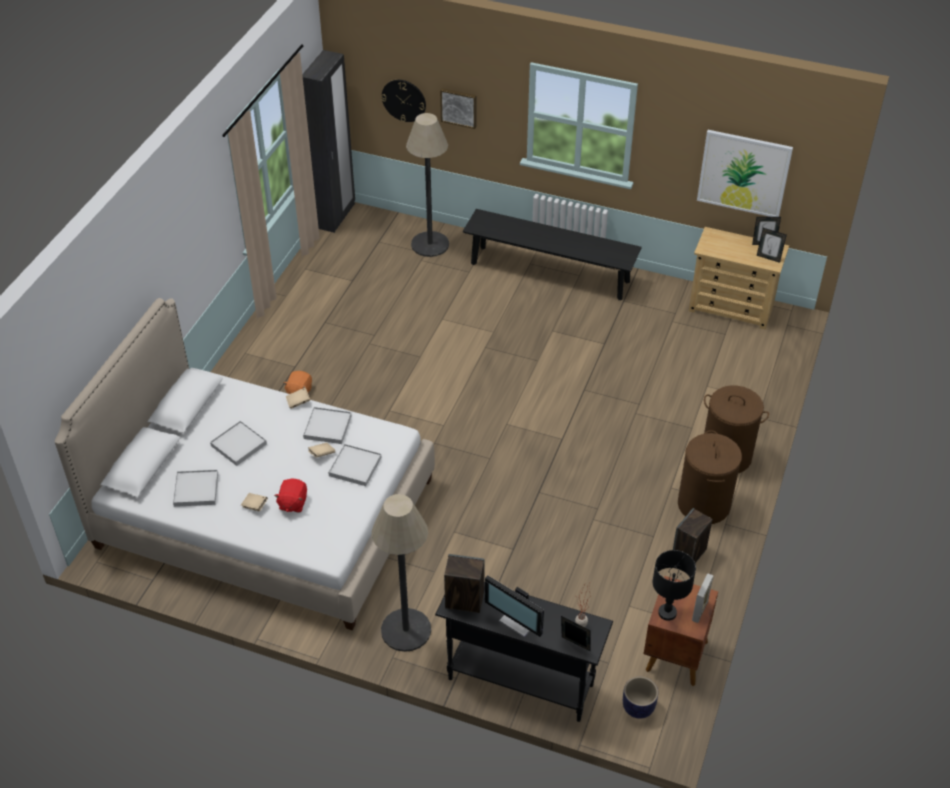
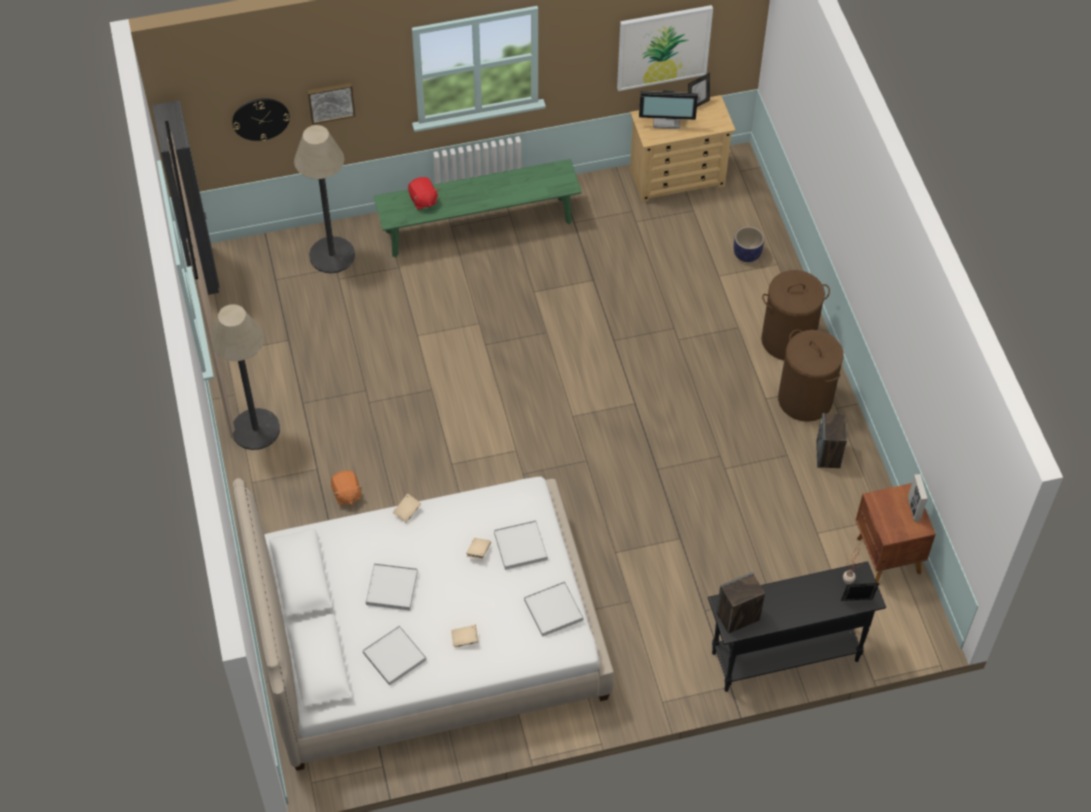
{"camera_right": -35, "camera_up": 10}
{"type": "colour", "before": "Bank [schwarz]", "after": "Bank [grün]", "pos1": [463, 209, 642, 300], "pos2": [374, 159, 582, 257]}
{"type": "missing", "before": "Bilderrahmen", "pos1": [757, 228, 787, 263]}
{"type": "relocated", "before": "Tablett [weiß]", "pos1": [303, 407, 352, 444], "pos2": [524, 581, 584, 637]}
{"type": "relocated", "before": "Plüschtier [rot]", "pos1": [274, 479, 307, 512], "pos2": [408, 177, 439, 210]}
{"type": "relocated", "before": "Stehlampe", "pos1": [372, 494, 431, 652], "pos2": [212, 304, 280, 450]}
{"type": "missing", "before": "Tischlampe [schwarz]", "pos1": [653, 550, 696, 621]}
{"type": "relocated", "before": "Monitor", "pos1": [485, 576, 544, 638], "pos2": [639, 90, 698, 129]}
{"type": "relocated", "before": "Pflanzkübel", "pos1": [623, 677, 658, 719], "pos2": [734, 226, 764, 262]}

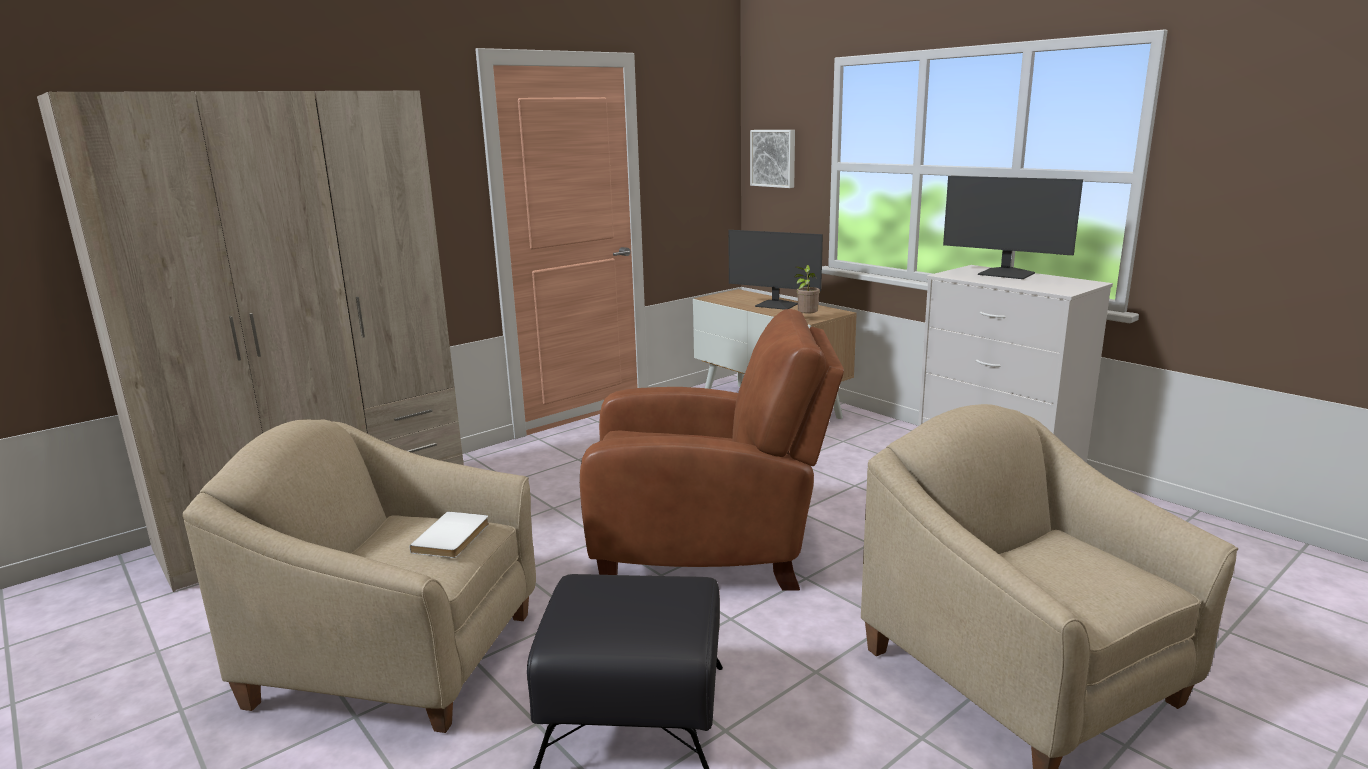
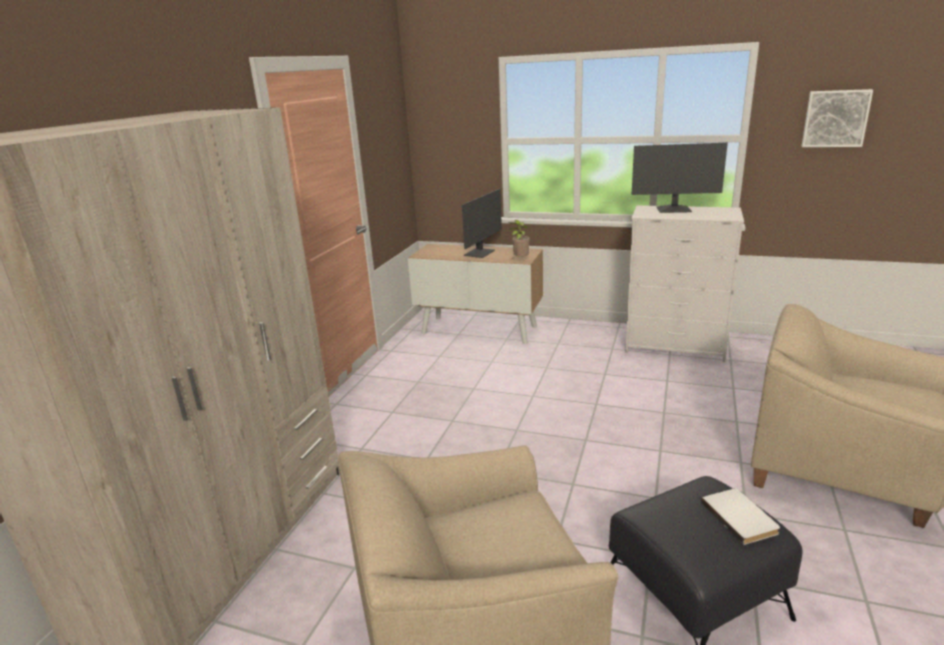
{"camera_right": -30, "camera_up": 5}
{"type": "relocated", "before": "Bild", "pos1": [750, 130, 795, 188], "pos2": [802, 89, 873, 147]}
{"type": "spun", "before": "Monitor", "pos1": [728, 230, 823, 310], "pos2": [462, 189, 502, 258], "turn": -60}
{"type": "missing", "before": "Sessel [braun]", "pos1": [580, 309, 844, 591]}
{"type": "relocated", "before": "Buch [weiß]", "pos1": [410, 512, 489, 558], "pos2": [701, 488, 780, 545]}

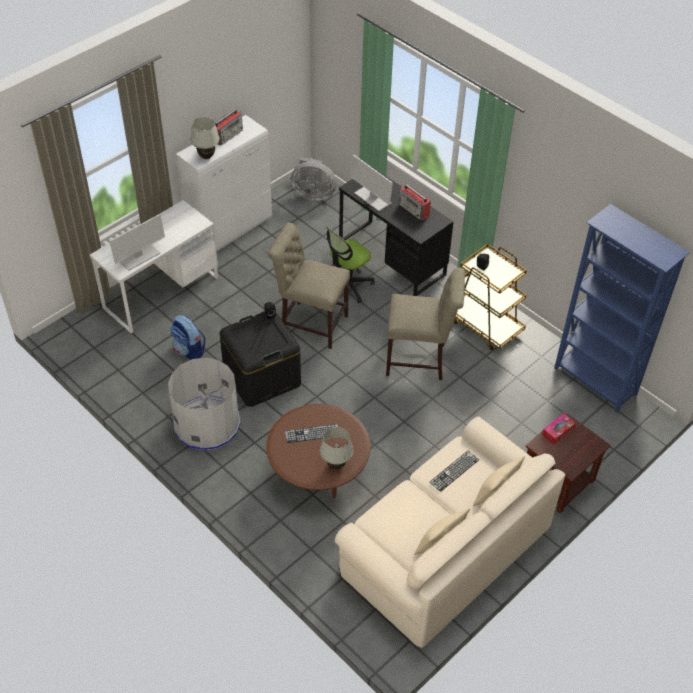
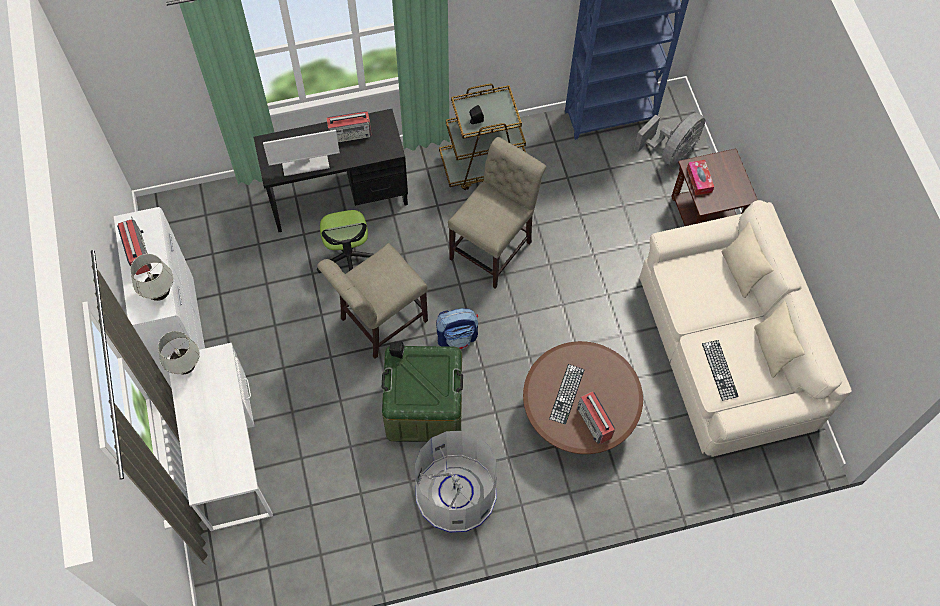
{"camera_right": -60, "camera_up": 15}
{"type": "relocated", "before": "Ventilator [grau]", "pos1": [291, 157, 337, 201], "pos2": [634, 113, 705, 166]}
{"type": "missing", "before": "Monitor", "pos1": [109, 214, 165, 271]}
{"type": "colour", "before": "Aufbewahrungsbox [schwarz]", "after": "Aufbewahrungsbox [grün]", "pos1": [220, 312, 301, 407], "pos2": [382, 346, 463, 442]}
{"type": "relocated", "before": "Rucksack", "pos1": [170, 315, 206, 360], "pos2": [436, 308, 478, 350]}
{"type": "relocated", "before": "Tischlampe [weiß]", "pos1": [320, 427, 353, 469], "pos2": [158, 331, 200, 374]}
{"type": "relocated", "before": "Tastatur", "pos1": [429, 451, 479, 492], "pos2": [702, 340, 739, 401]}
{"type": "appeared", "after": "Radio", "pos2": [577, 391, 615, 444]}

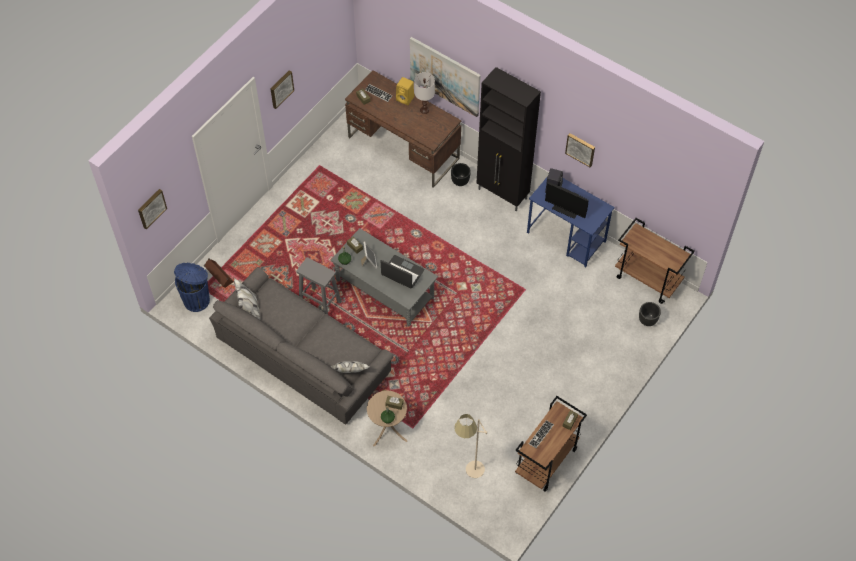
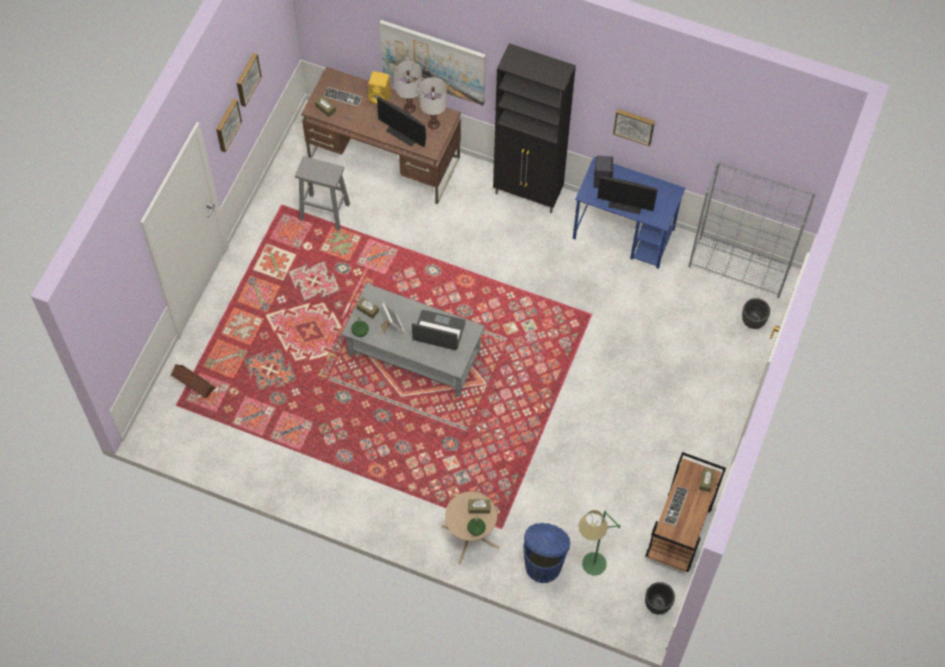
{"camera_right": -15, "camera_up": 5}
{"type": "relocated", "before": "Pflanzkübel [schwarz]", "pos1": [451, 163, 471, 186], "pos2": [645, 582, 675, 615]}
{"type": "relocated", "before": "Bild", "pos1": [138, 189, 167, 229], "pos2": [237, 53, 262, 107]}
{"type": "exchanged", "before": "Rollwagen [braun]", "after": "Bücherregal [grau]", "pos1": [615, 218, 695, 304], "pos2": [688, 161, 816, 298]}
{"type": "relocated", "before": "Hocker [grau]", "pos1": [296, 257, 342, 315], "pos2": [295, 156, 350, 231]}
{"type": "relocated", "before": "Mülleimer [blau]", "pos1": [174, 263, 210, 312], "pos2": [523, 523, 570, 583]}
{"type": "missing", "before": "Sofa [grau]", "pos1": [209, 267, 393, 424]}
{"type": "colour", "before": "Stehlampe [beige]", "after": "Stehlampe [grün]", "pos1": [454, 414, 487, 478], "pos2": [578, 510, 621, 575]}
{"type": "appeared", "after": "Tischlampe [weiß]", "pos2": [419, 77, 447, 129]}
{"type": "appeared", "after": "Monitor", "pos2": [377, 97, 426, 147]}

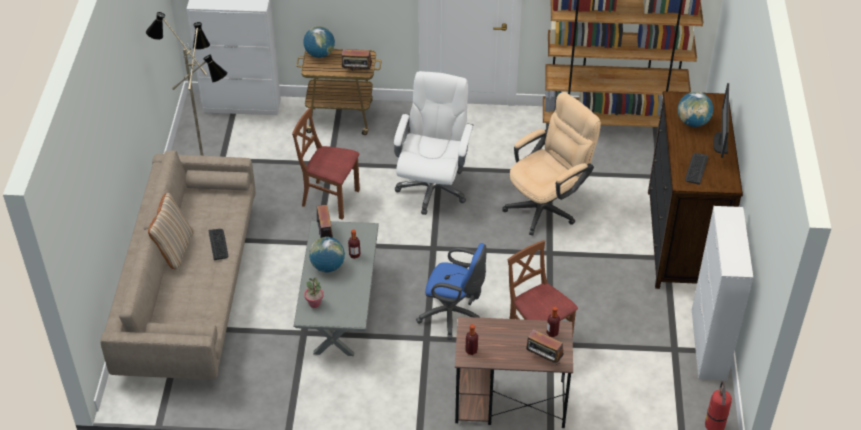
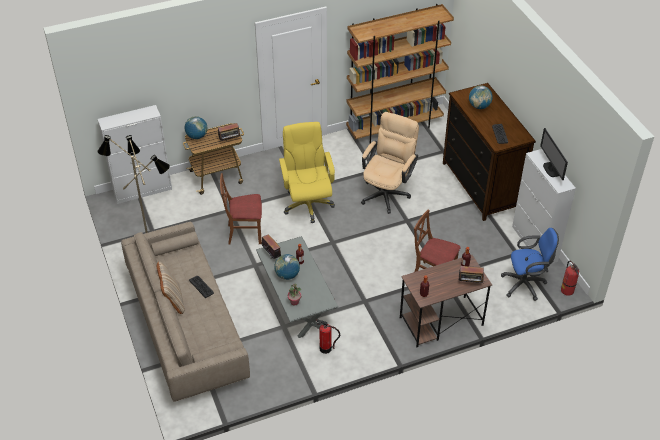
{"camera_right": -25, "camera_up": 0}
{"type": "colour", "before": "Bürostuhl [weiß]", "after": "Bürostuhl [gelb]", "pos1": [394, 71, 474, 215], "pos2": [279, 122, 335, 223]}
{"type": "relocated", "before": "Monitor", "pos1": [713, 83, 729, 158], "pos2": [540, 128, 568, 180]}
{"type": "relocated", "before": "Bürostuhl [blau]", "pos1": [416, 243, 487, 340], "pos2": [501, 228, 559, 301]}
{"type": "appeared", "after": "Feuerlöscher", "pos2": [316, 319, 340, 354]}

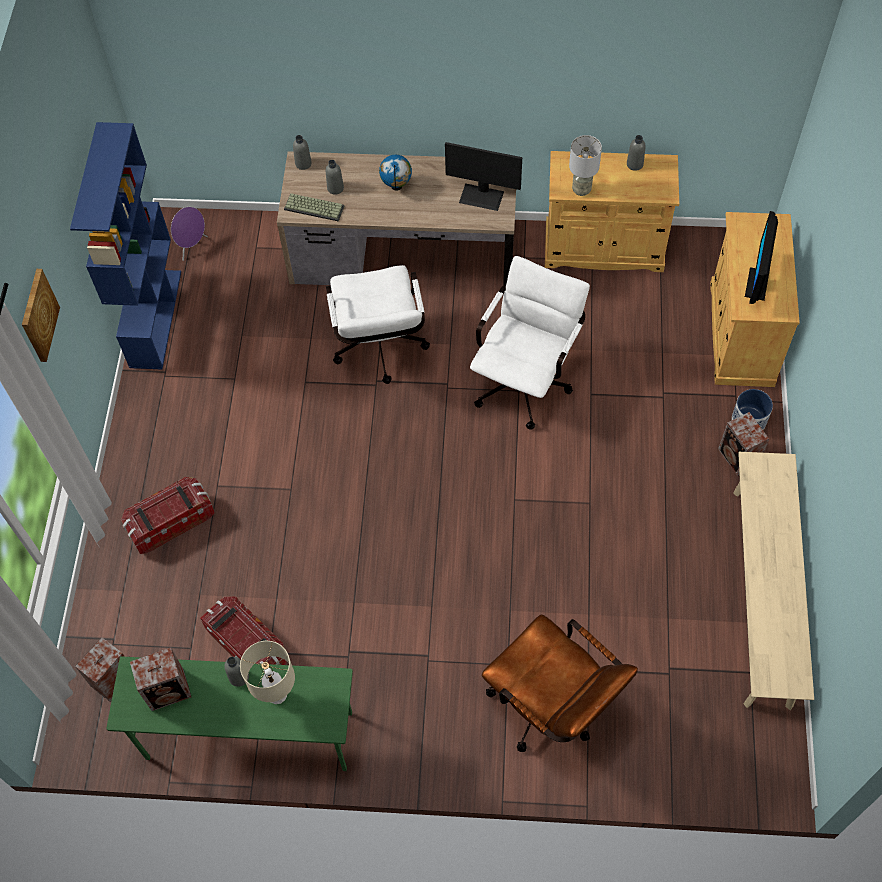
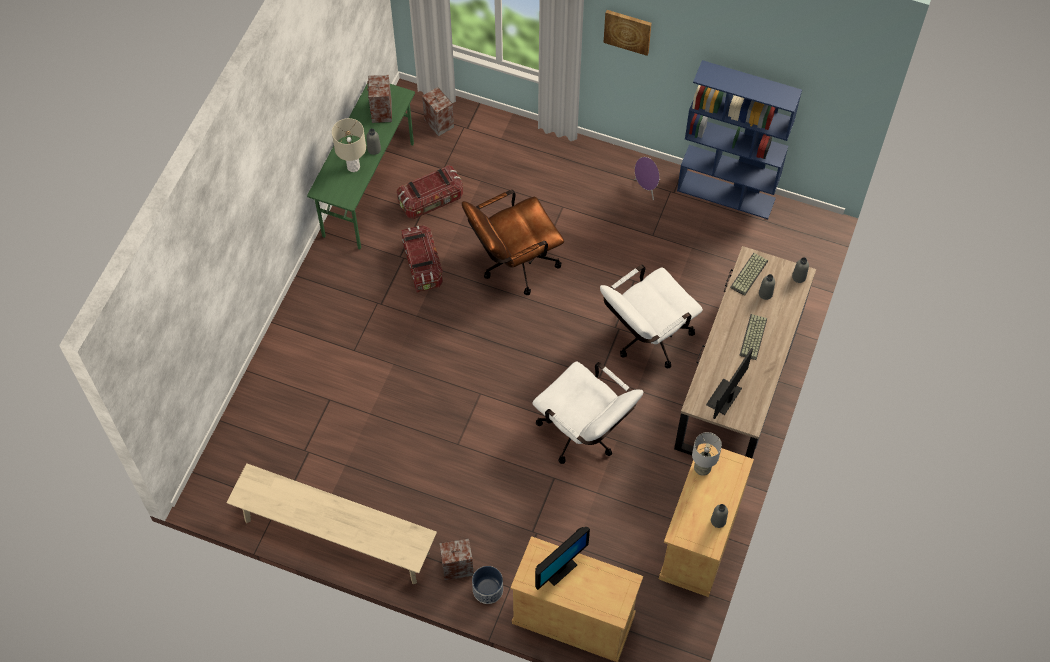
{"camera_right": 105, "camera_up": 0}
{"type": "exchanged", "before": "Globus", "after": "Tastatur", "pos1": [379, 155, 412, 191], "pos2": [739, 314, 767, 360]}
{"type": "relocated", "before": "Lautsprecher [lila]", "pos1": [171, 207, 208, 261], "pos2": [634, 157, 660, 200]}
{"type": "spun", "before": "Monitor", "pos1": [745, 211, 778, 304], "pos2": [535, 526, 590, 590], "turn": 105}
{"type": "spun", "before": "Bürostuhl [weiß]", "pos1": [326, 265, 430, 384], "pos2": [600, 265, 703, 368], "turn": -45}
{"type": "relocated", "before": "Aufbewahrungsbox", "pos1": [121, 477, 215, 554], "pos2": [401, 225, 443, 292]}
{"type": "relocated", "before": "Bürostuhl [braun]", "pos1": [482, 615, 638, 752], "pos2": [462, 190, 564, 295]}

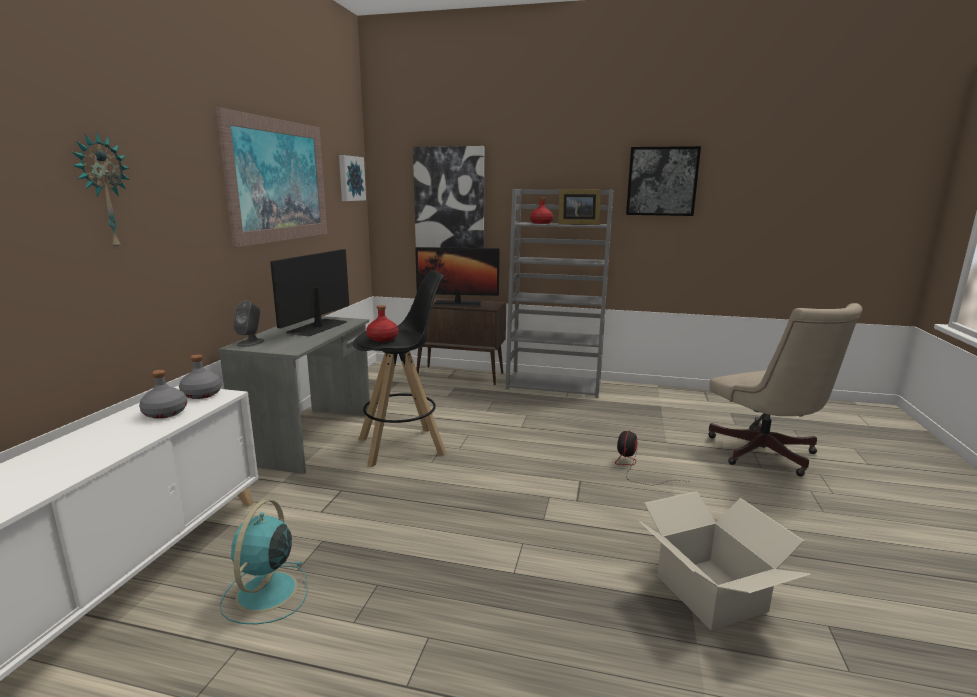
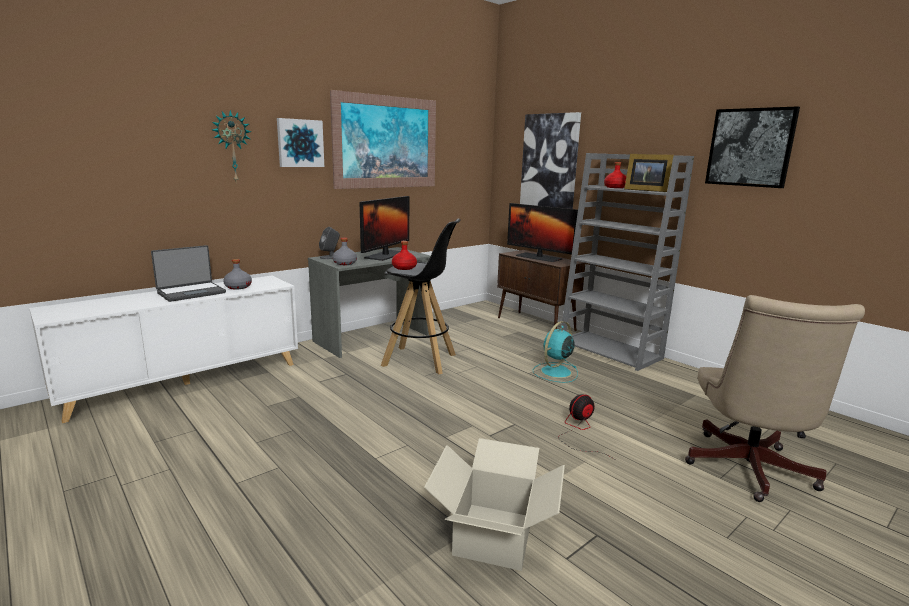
{"camera_right": 35, "camera_up": 0}
{"type": "relocated", "before": "Bild", "pos1": [339, 155, 366, 201], "pos2": [277, 118, 324, 167]}
{"type": "spun", "before": "Monitor", "pos1": [270, 249, 349, 336], "pos2": [360, 196, 409, 261], "turn": 150}
{"type": "relocated", "before": "Flasche [grau]", "pos1": [179, 354, 222, 399], "pos2": [332, 238, 357, 265]}
{"type": "relocated", "before": "Ventilator [türkis]", "pos1": [219, 500, 308, 624], "pos2": [533, 321, 578, 383]}
{"type": "appeared", "after": "Laptop", "pos2": [151, 245, 226, 302]}

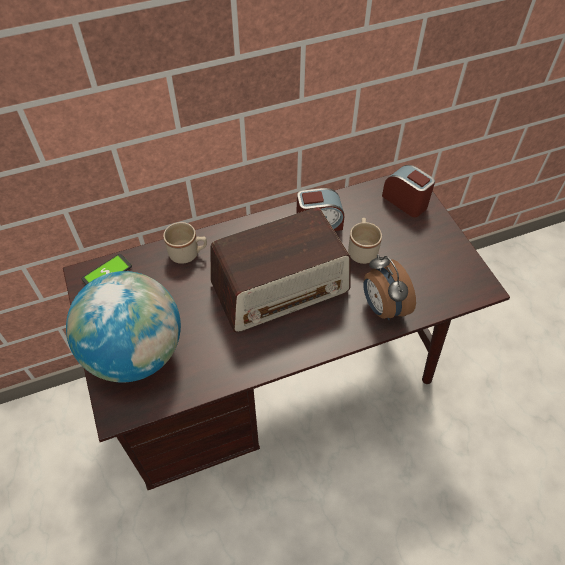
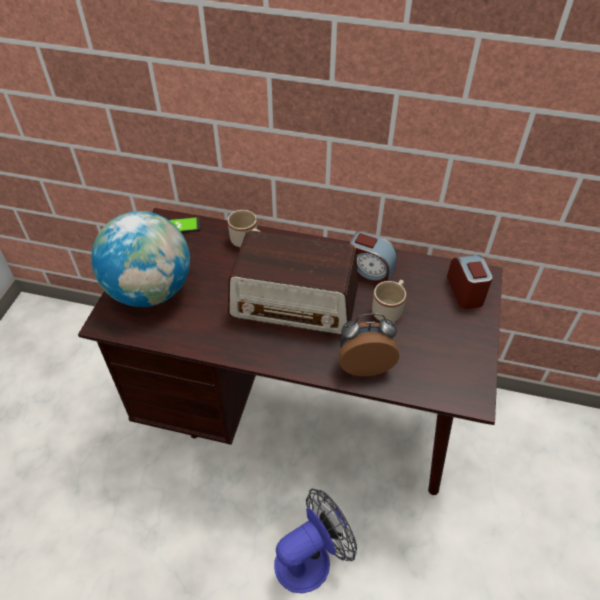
{"camera_right": 35, "camera_up": -5}
{"type": "spun", "before": "Wecker", "pos1": [363, 254, 416, 320], "pos2": [339, 313, 399, 376], "turn": 75}
{"type": "appeared", "after": "Ventilator", "pos2": [274, 489, 357, 593]}

